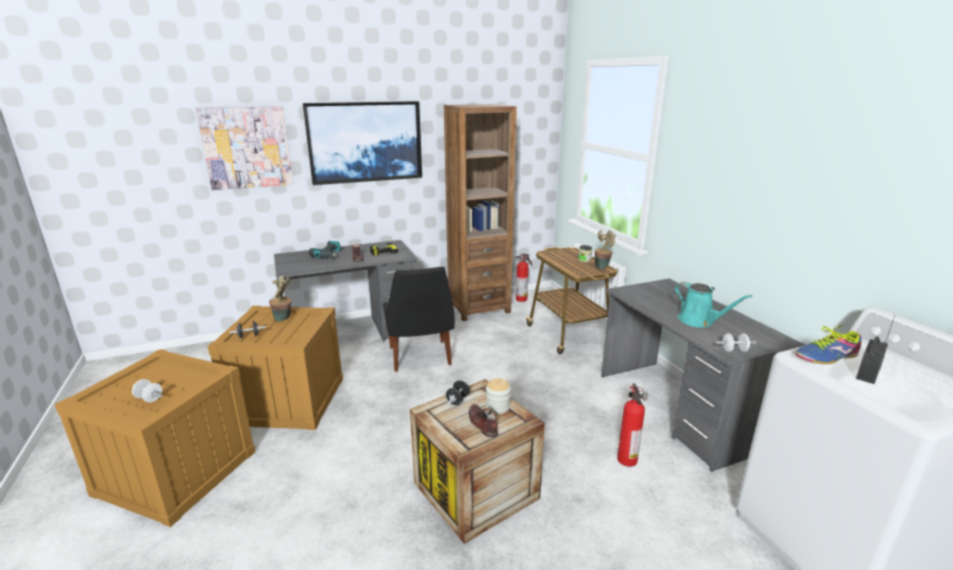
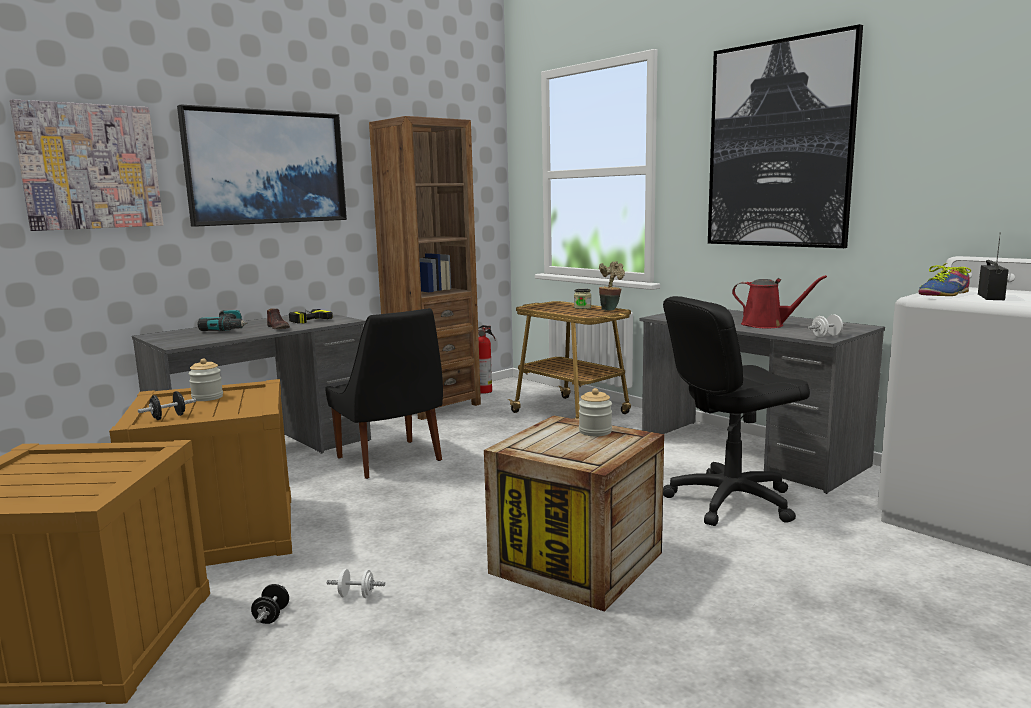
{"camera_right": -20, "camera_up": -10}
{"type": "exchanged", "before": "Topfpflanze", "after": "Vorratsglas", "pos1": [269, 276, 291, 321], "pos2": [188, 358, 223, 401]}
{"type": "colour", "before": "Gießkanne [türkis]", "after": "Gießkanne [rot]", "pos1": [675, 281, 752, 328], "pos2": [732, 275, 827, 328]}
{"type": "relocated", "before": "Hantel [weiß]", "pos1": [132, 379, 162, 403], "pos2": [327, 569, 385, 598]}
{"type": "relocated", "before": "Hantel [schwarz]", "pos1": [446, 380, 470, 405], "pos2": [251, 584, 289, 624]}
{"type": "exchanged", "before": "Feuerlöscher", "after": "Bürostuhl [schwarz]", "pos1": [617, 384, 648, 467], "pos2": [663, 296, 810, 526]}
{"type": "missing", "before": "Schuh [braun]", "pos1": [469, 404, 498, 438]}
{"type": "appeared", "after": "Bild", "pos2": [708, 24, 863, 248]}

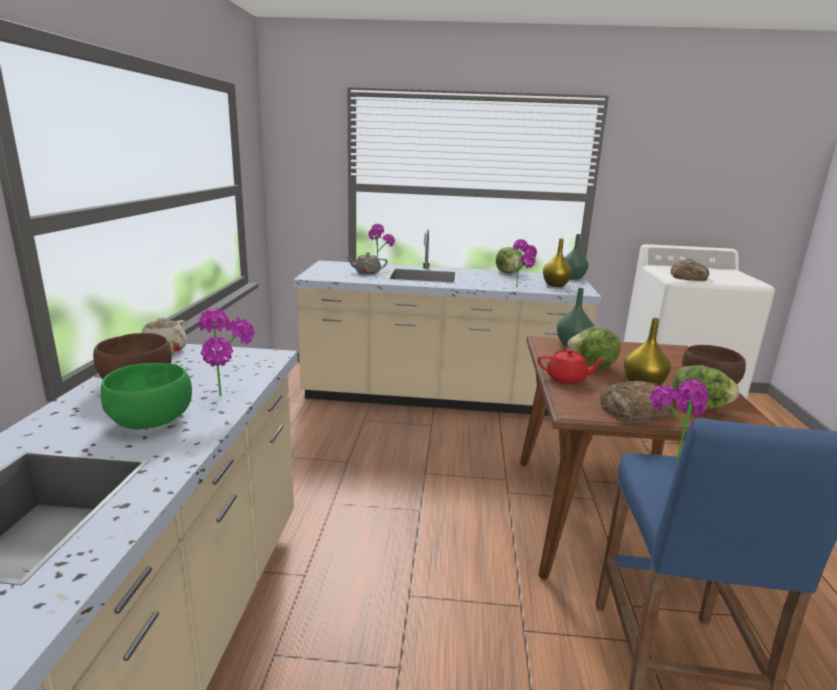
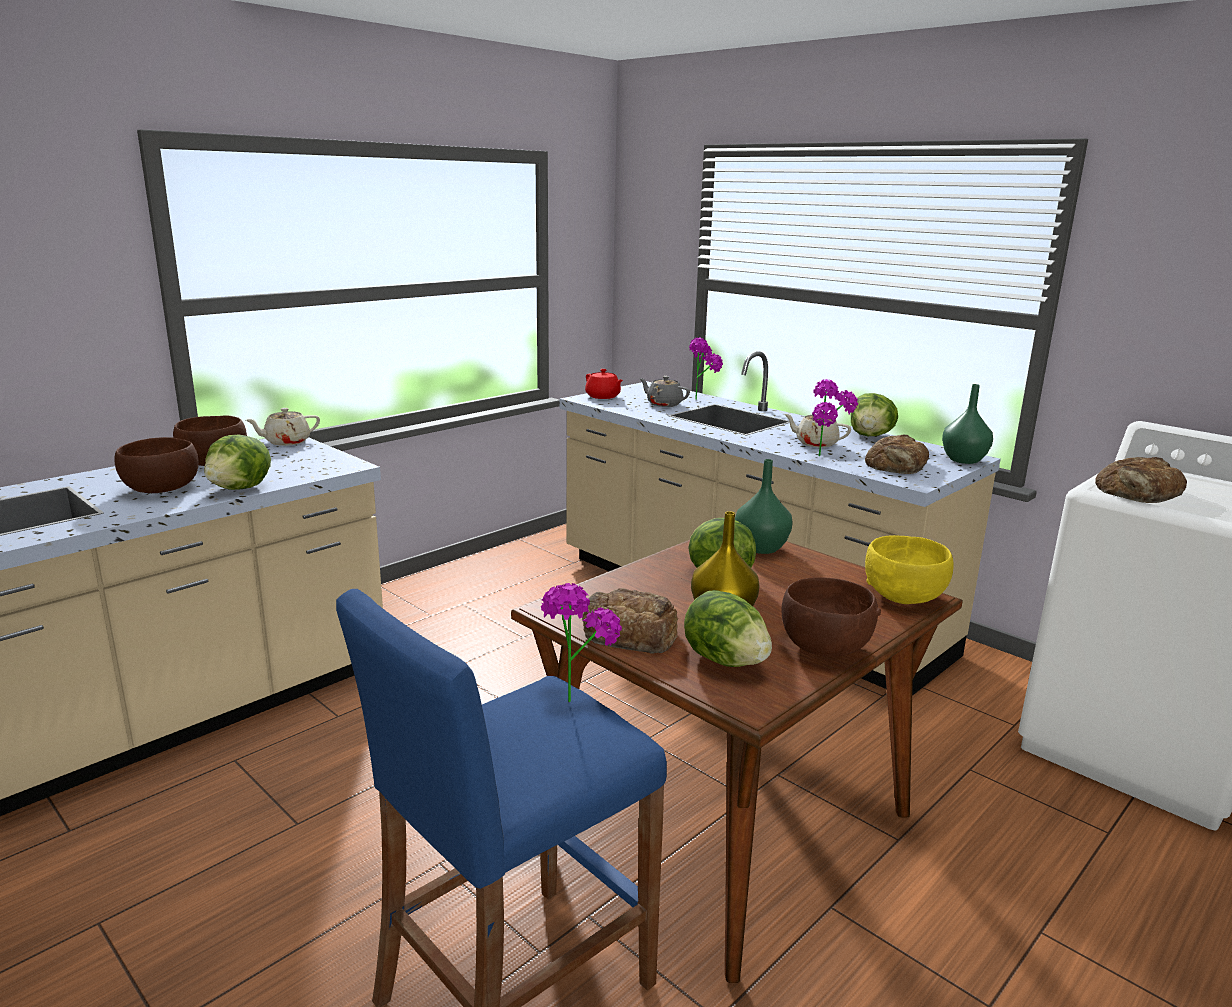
{"camera_right": 40, "camera_up": 0}
{"type": "exchanged", "before": "Vase [gelb]", "after": "Brot", "pos1": [543, 239, 572, 287], "pos2": [865, 434, 929, 474]}
{"type": "exchanged", "before": "Topfpflanze", "after": "Salatkopf", "pos1": [198, 308, 255, 396], "pos2": [204, 435, 271, 490]}
{"type": "relocated", "before": "Teekanne [rot]", "pos1": [537, 349, 605, 384], "pos2": [585, 369, 623, 399]}
{"type": "colour", "before": "Schüssel [grün]", "after": "Schüssel [braun]", "pos1": [101, 363, 192, 430], "pos2": [114, 437, 199, 493]}
{"type": "appeared", "after": "Teekanne [beige]", "pos2": [784, 414, 851, 447]}
{"type": "appeared", "after": "Schüssel [gelb]", "pos2": [865, 535, 954, 604]}

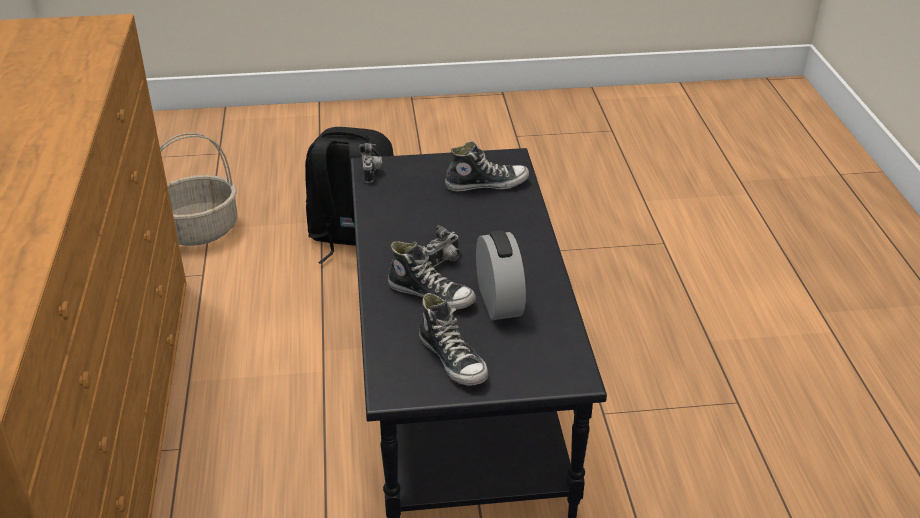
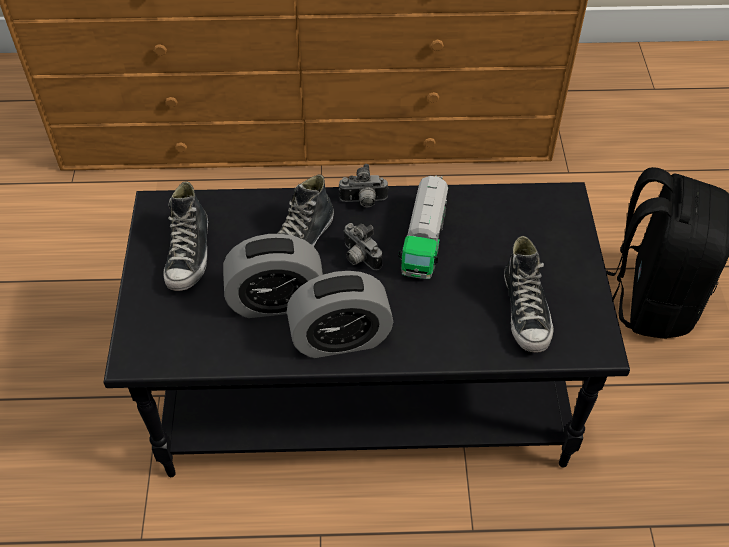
{"camera_right": 95, "camera_up": 15}
{"type": "missing", "before": "Korb", "pos1": [160, 133, 238, 246]}
{"type": "relocated", "before": "Kamera", "pos1": [359, 143, 382, 183], "pos2": [339, 164, 388, 207]}
{"type": "spun", "before": "Schuh", "pos1": [419, 293, 488, 386], "pos2": [163, 181, 208, 291], "turn": -60}
{"type": "appeared", "after": "Spielzeuglaster", "pos2": [398, 175, 448, 279]}
{"type": "appeared", "after": "Wecker", "pos2": [287, 271, 393, 358]}

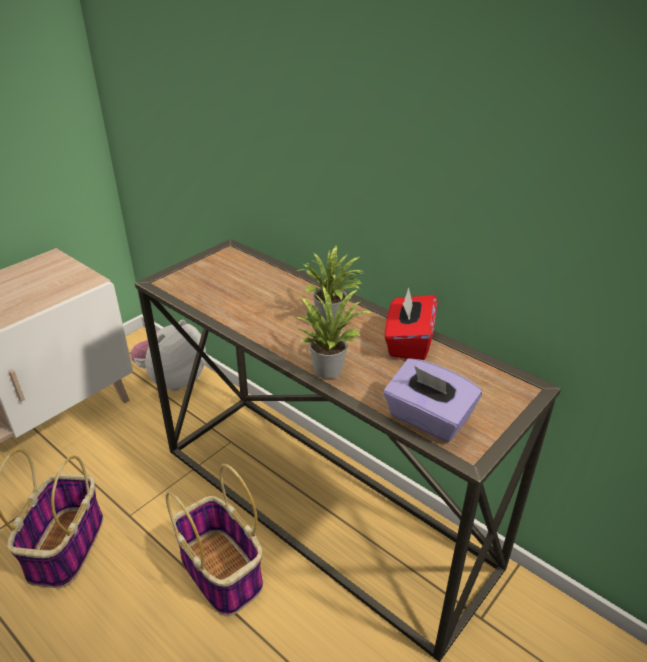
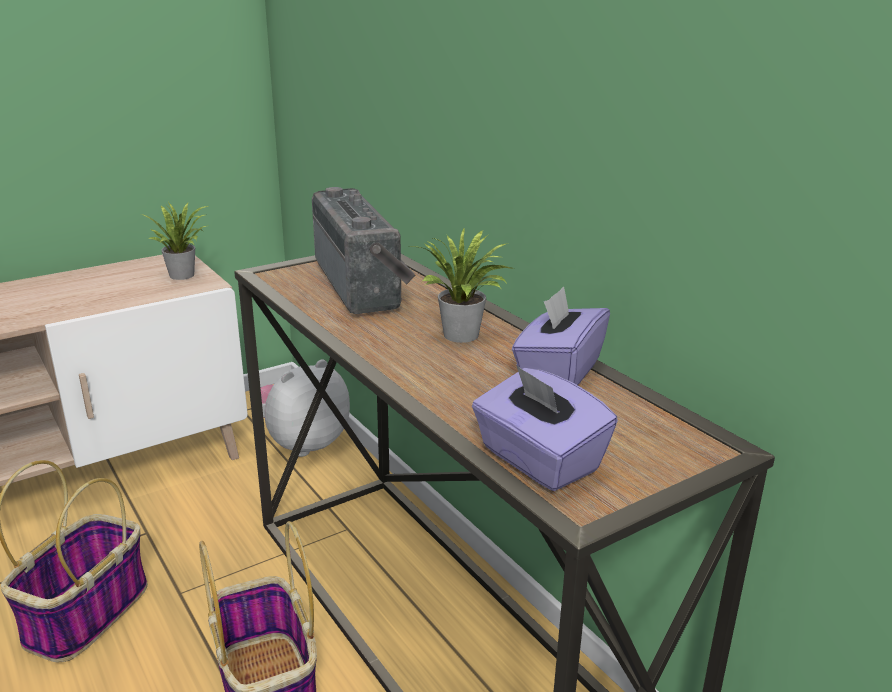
{"camera_right": 15, "camera_up": -10}
{"type": "relocated", "before": "Topfpflanze", "pos1": [293, 285, 374, 379], "pos2": [141, 202, 208, 280]}
{"type": "colour", "before": "Taschentuchbox [rot]", "after": "Taschentuchbox [lila]", "pos1": [385, 287, 437, 360], "pos2": [512, 287, 610, 385]}
{"type": "appeared", "after": "Radio", "pos2": [312, 187, 415, 314]}

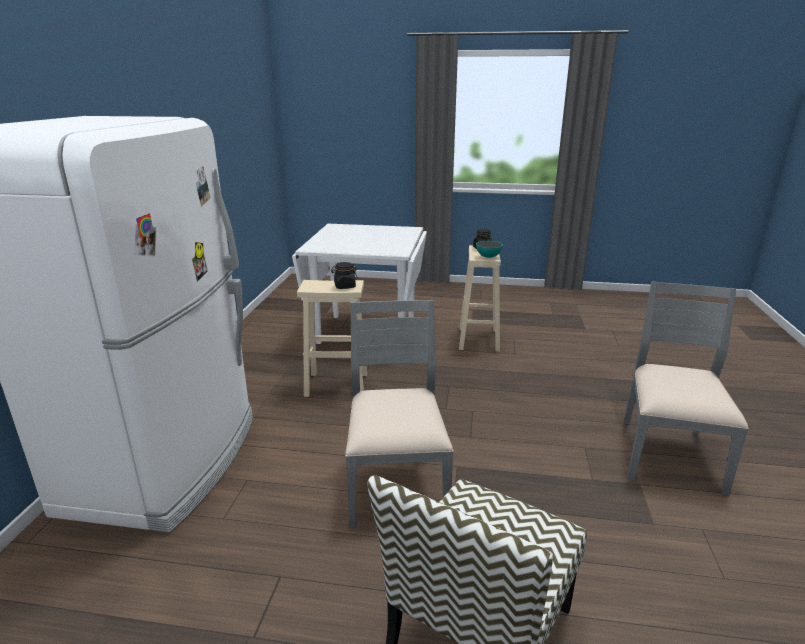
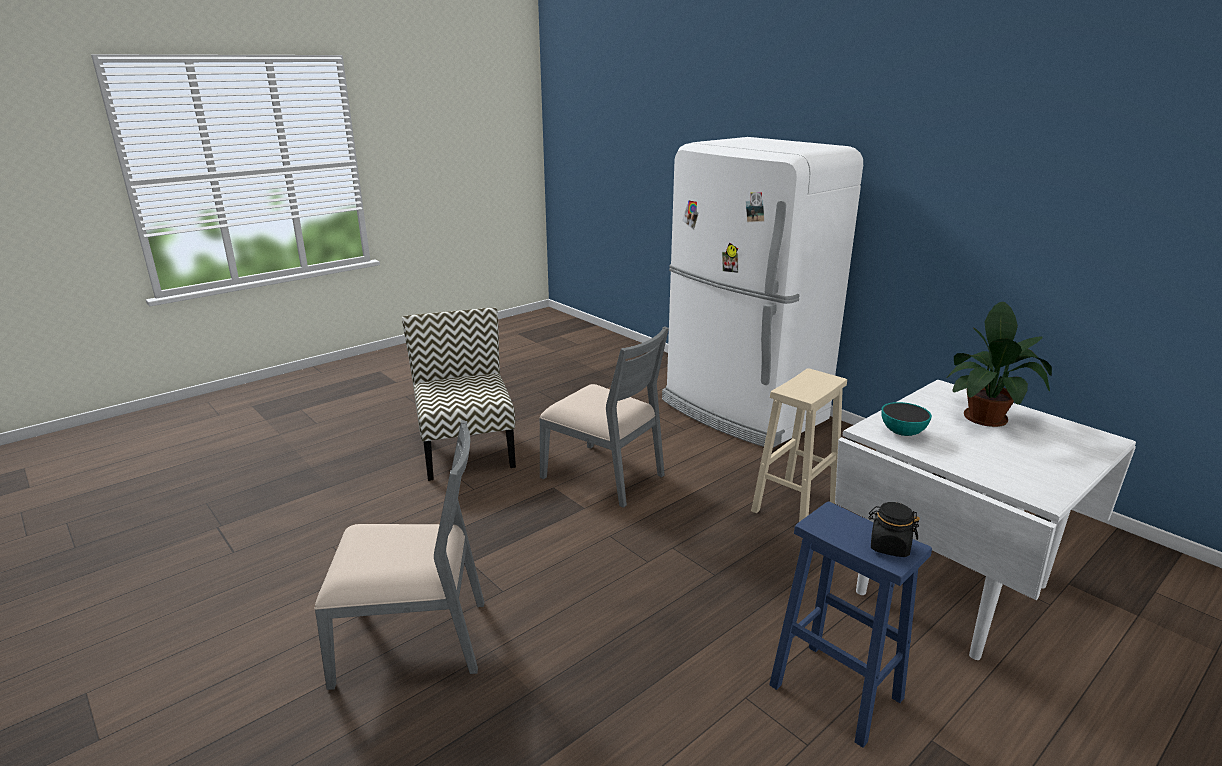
{"camera_right": 130, "camera_up": 0}
{"type": "relocated", "before": "Schüssel", "pos1": [476, 241, 503, 258], "pos2": [881, 402, 932, 436]}
{"type": "colour", "before": "Hocker [beige]", "after": "Hocker [blau]", "pos1": [459, 245, 501, 352], "pos2": [769, 502, 932, 748]}
{"type": "missing", "before": "Vorratsglas [schwarz]", "pos1": [331, 262, 358, 289]}
{"type": "spun", "before": "Stuhl [grau]", "pos1": [624, 281, 749, 496], "pos2": [314, 420, 485, 690], "turn": -60}
{"type": "appeared", "after": "Topfpflanze", "pos2": [947, 302, 1052, 427]}

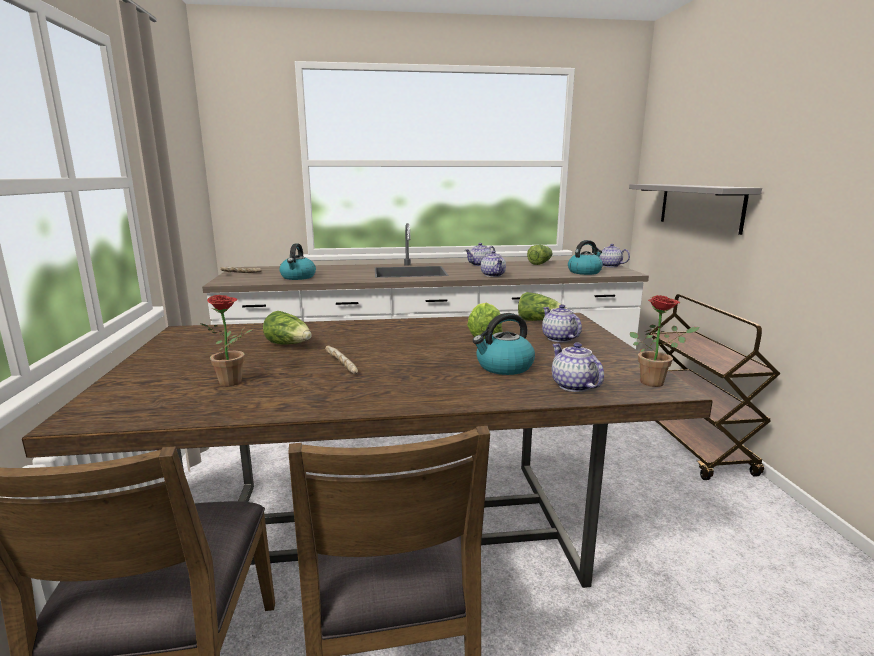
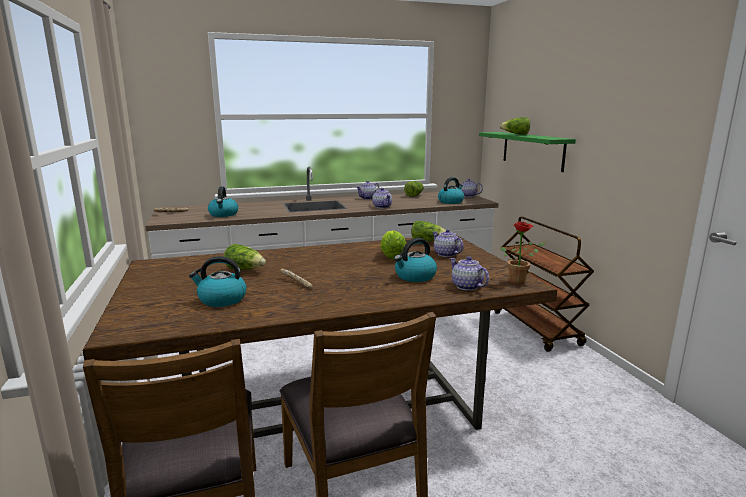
{"camera_right": -10, "camera_up": 0}
{"type": "colour", "before": "Wandregal [grau]", "after": "Wandregal [grün]", "pos1": [629, 184, 762, 235], "pos2": [479, 132, 576, 172]}
{"type": "exchanged", "before": "Topfpflanze", "after": "Wasserkessel", "pos1": [200, 295, 253, 386], "pos2": [189, 256, 247, 307]}
{"type": "appeared", "after": "Salatkopf", "pos2": [499, 117, 530, 135]}

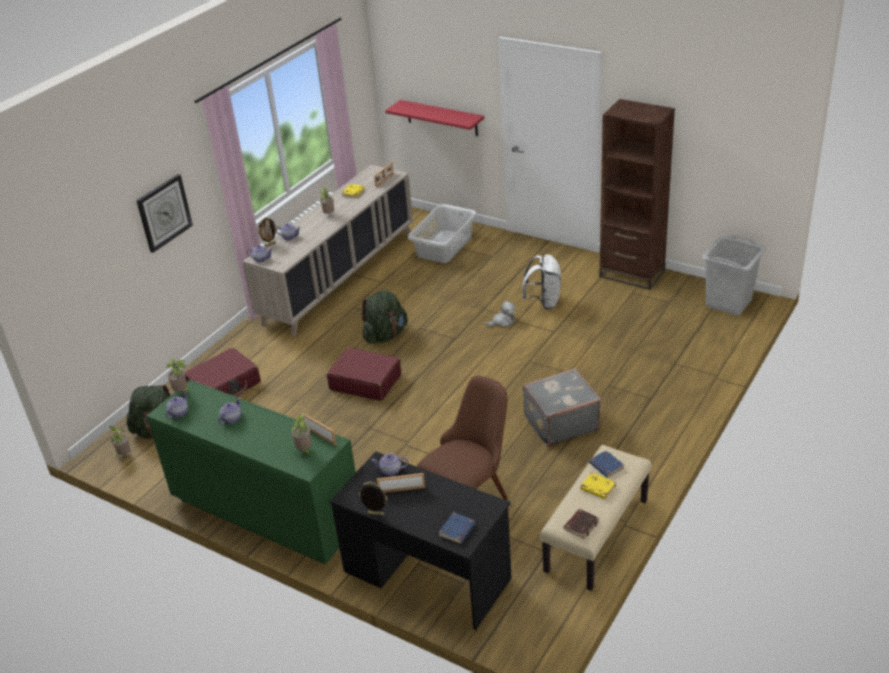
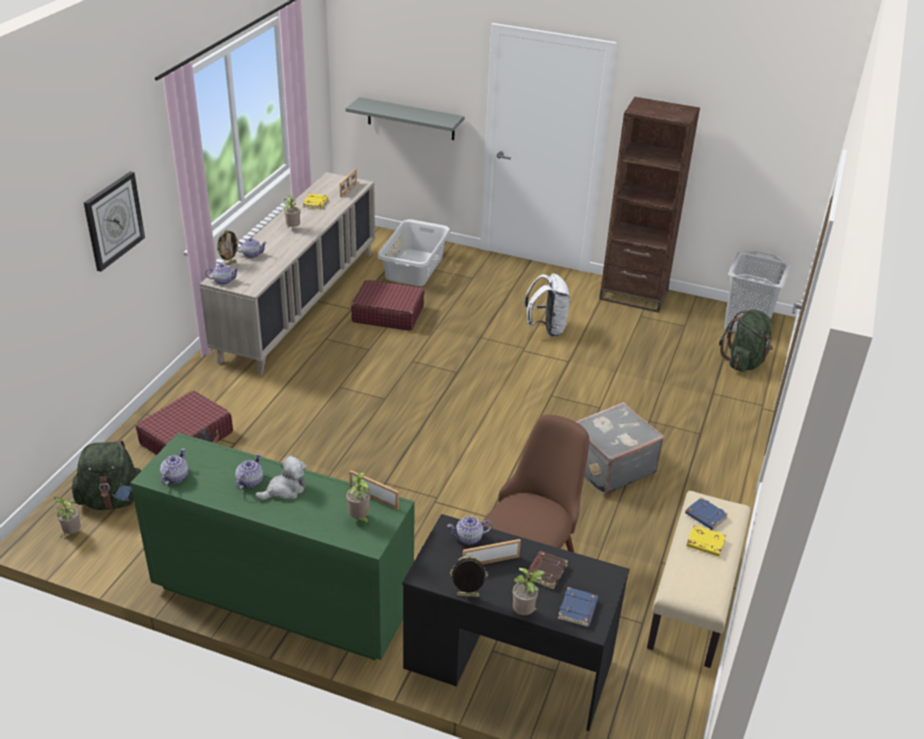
{"camera_right": -15, "camera_up": 0}
{"type": "colour", "before": "Wandregal [rot]", "after": "Wandregal [grau]", "pos1": [385, 100, 484, 136], "pos2": [346, 97, 464, 140]}
{"type": "relocated", "before": "Rucksack [grün]", "pos1": [361, 290, 408, 344], "pos2": [719, 309, 773, 372]}
{"type": "relocated", "before": "Plüschtier", "pos1": [486, 301, 516, 327], "pos2": [255, 455, 306, 500]}
{"type": "relocated", "before": "Koffer [rot]", "pos1": [327, 347, 401, 401], "pos2": [351, 280, 425, 331]}
{"type": "relocated", "before": "Topfpflanze", "pos1": [167, 358, 192, 392], "pos2": [512, 568, 545, 615]}
{"type": "relocated", "before": "Buch [braun]", "pos1": [563, 509, 599, 539], "pos2": [525, 551, 568, 590]}

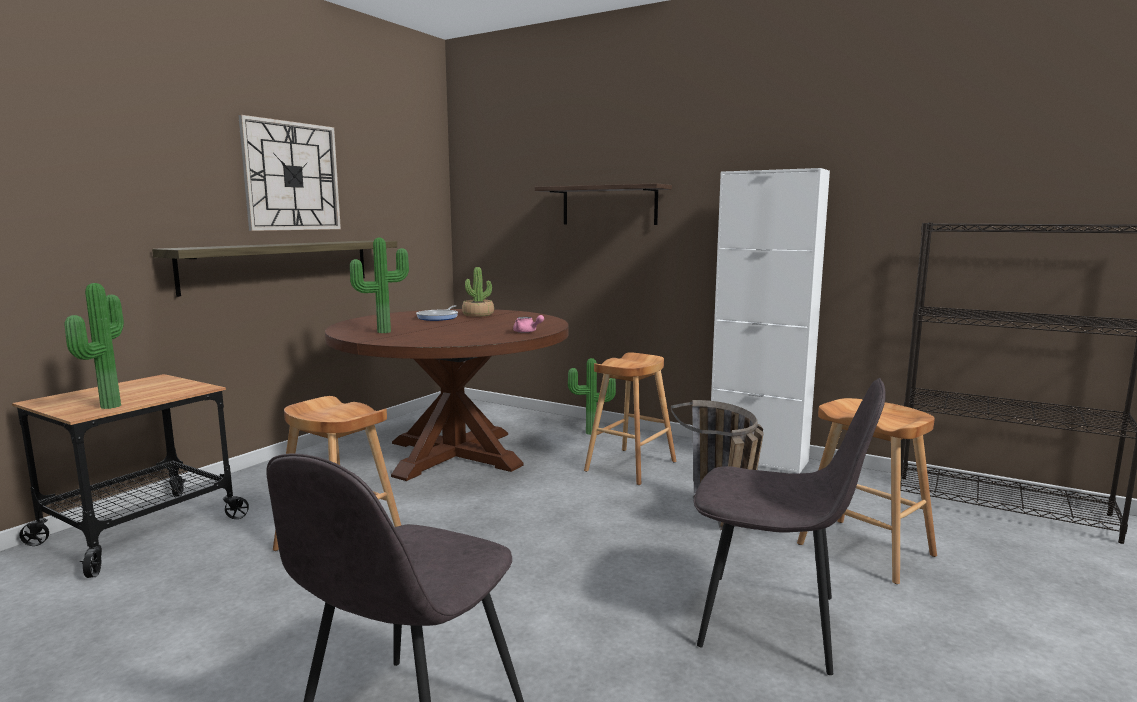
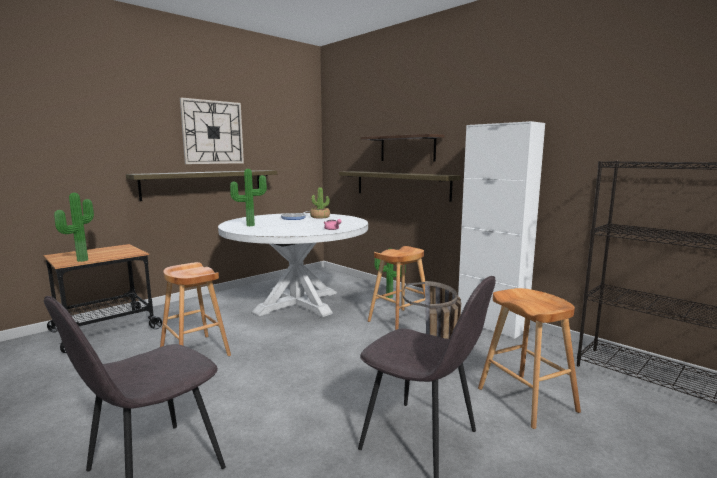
{"camera_right": 15, "camera_up": 0}
{"type": "colour", "before": "Esstisch [braun]", "after": "Esstisch [weiß]", "pos1": [325, 309, 569, 481], "pos2": [218, 213, 368, 317]}
{"type": "appeared", "after": "Wandregal", "pos2": [339, 171, 461, 202]}

